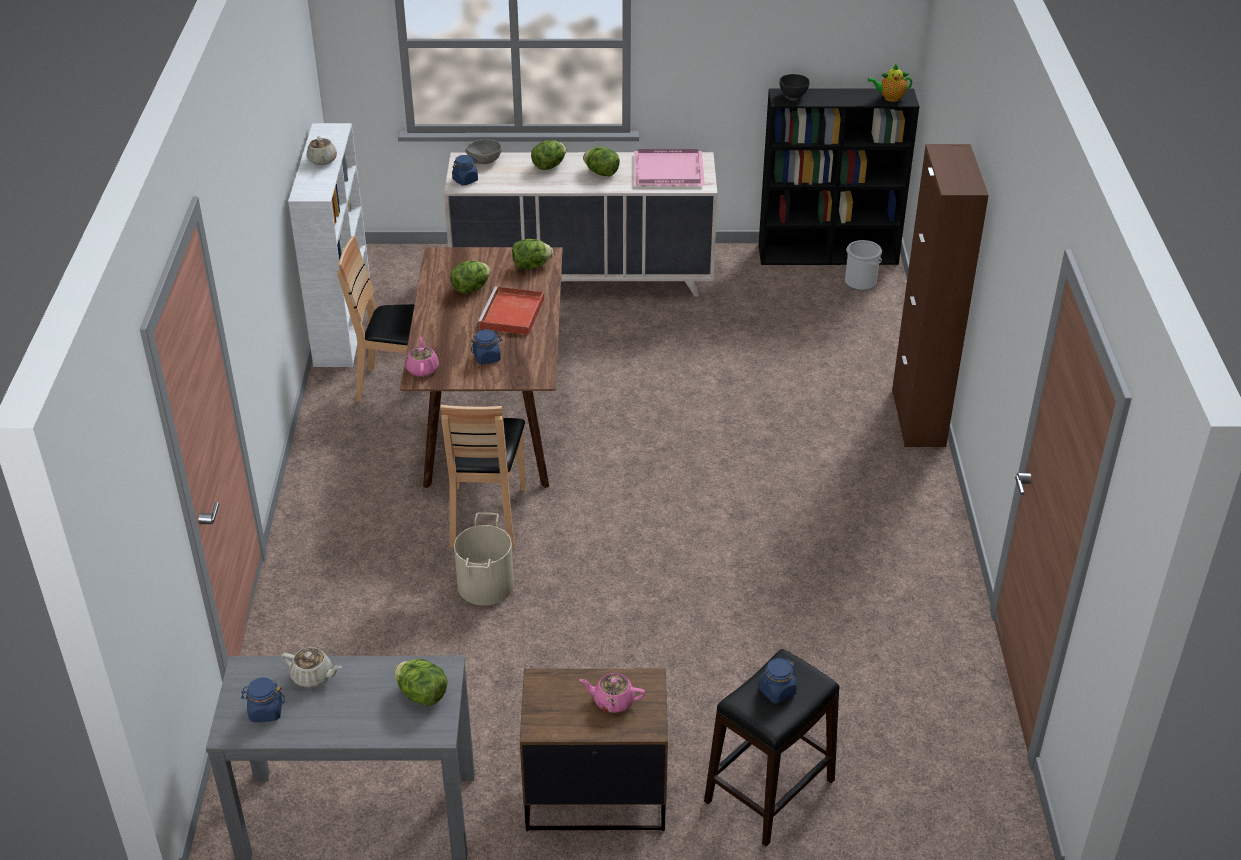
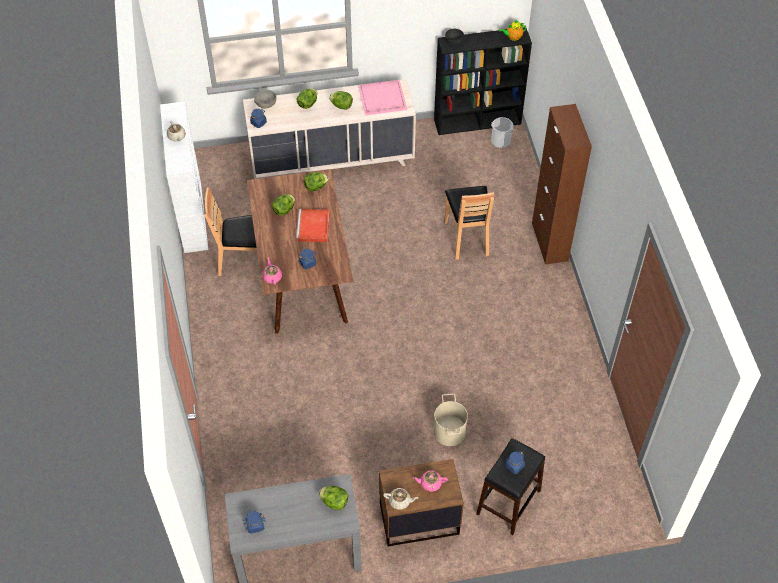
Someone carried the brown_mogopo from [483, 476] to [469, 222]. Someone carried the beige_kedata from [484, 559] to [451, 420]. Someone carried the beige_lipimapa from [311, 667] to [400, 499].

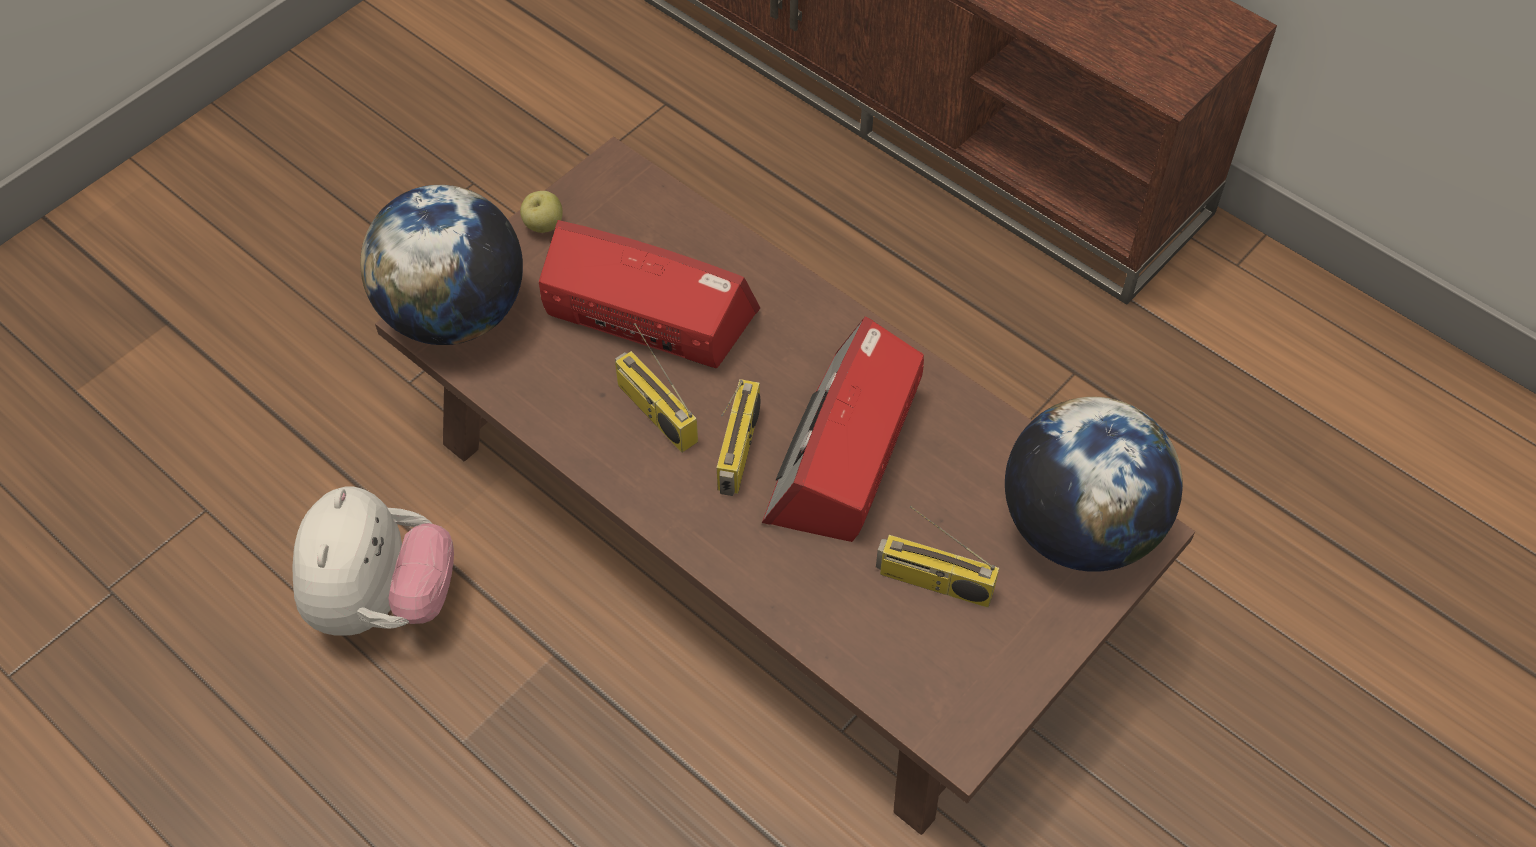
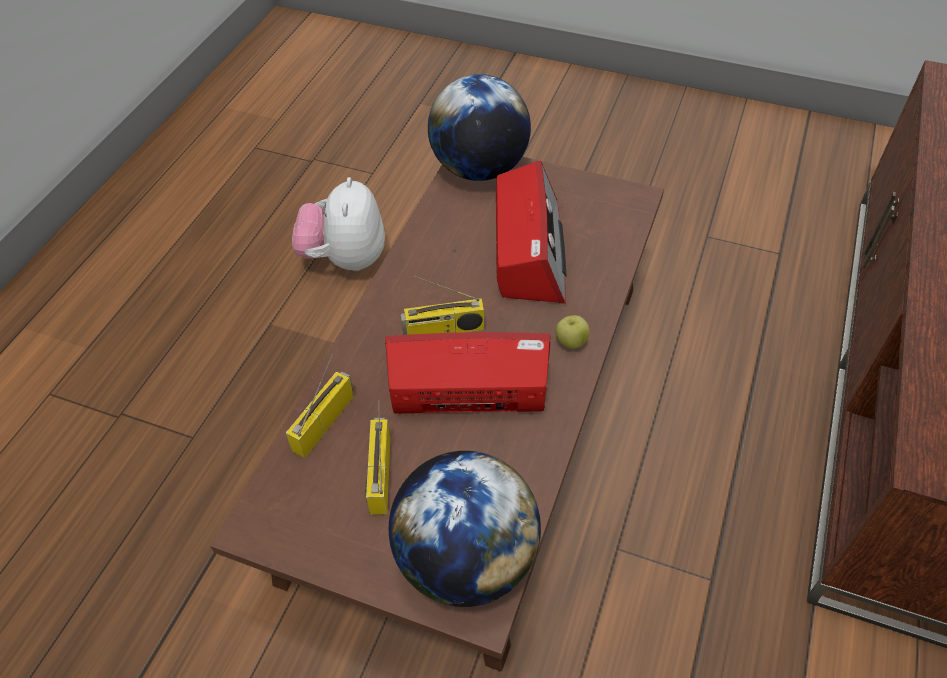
Someone carried the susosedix from [541, 212] to [573, 332]. Someone carried the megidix from [656, 388] to [320, 406]. Someone rotated the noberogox at [373, 561] by 105 degrees clockwise.

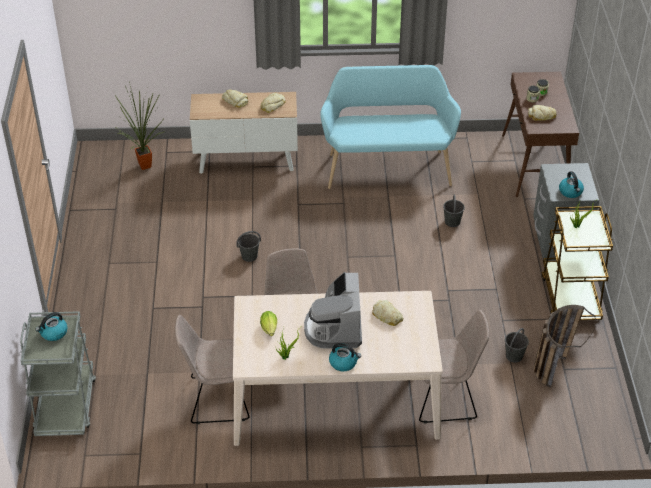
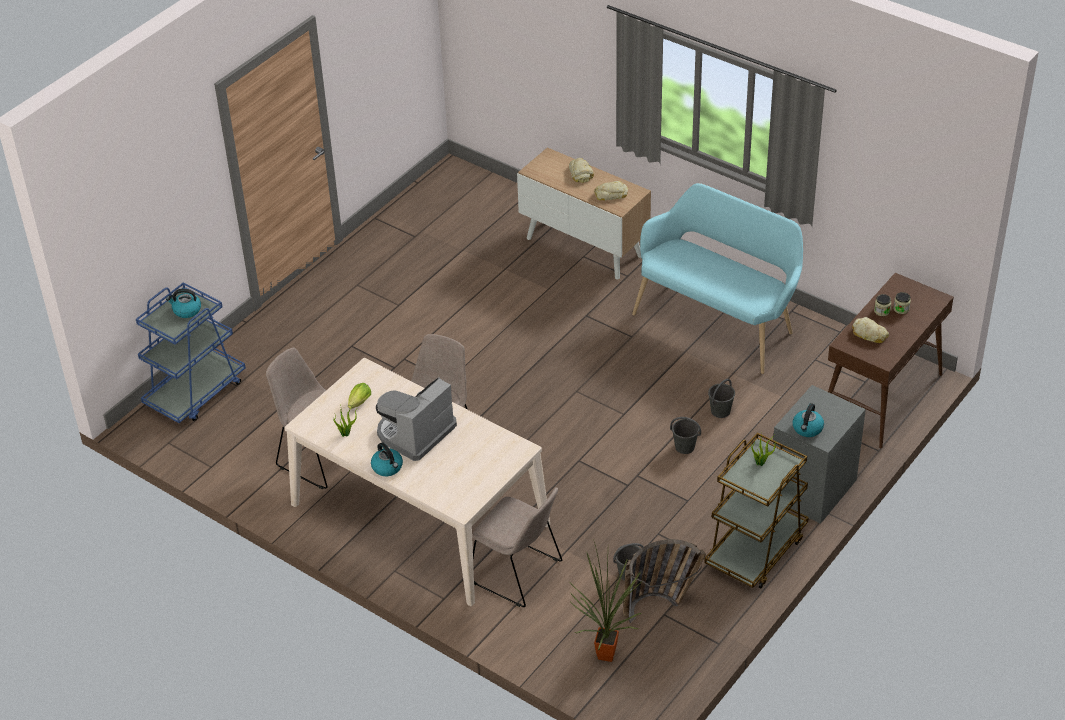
Someone carried the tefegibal from [139, 126] to [606, 600]. Someone carried the grey_kedata from [248, 246] to [685, 435]. Someone took away the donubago at [387, 313]. Someone repainted the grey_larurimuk at [58, 373], which became the blue_larurimuk at [191, 352].

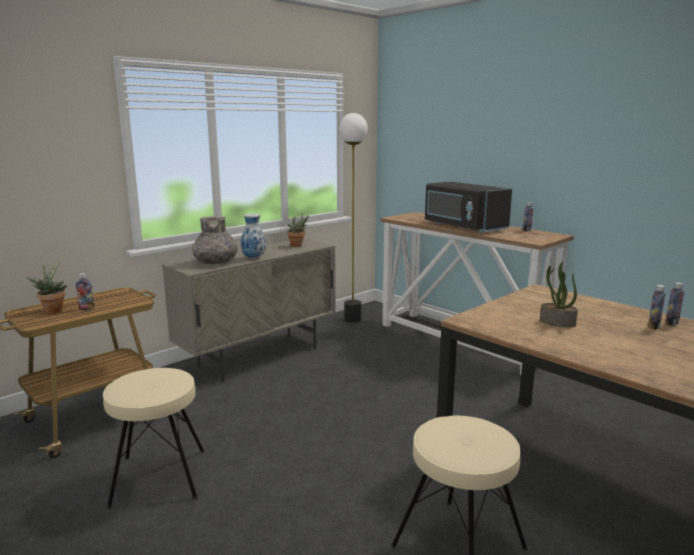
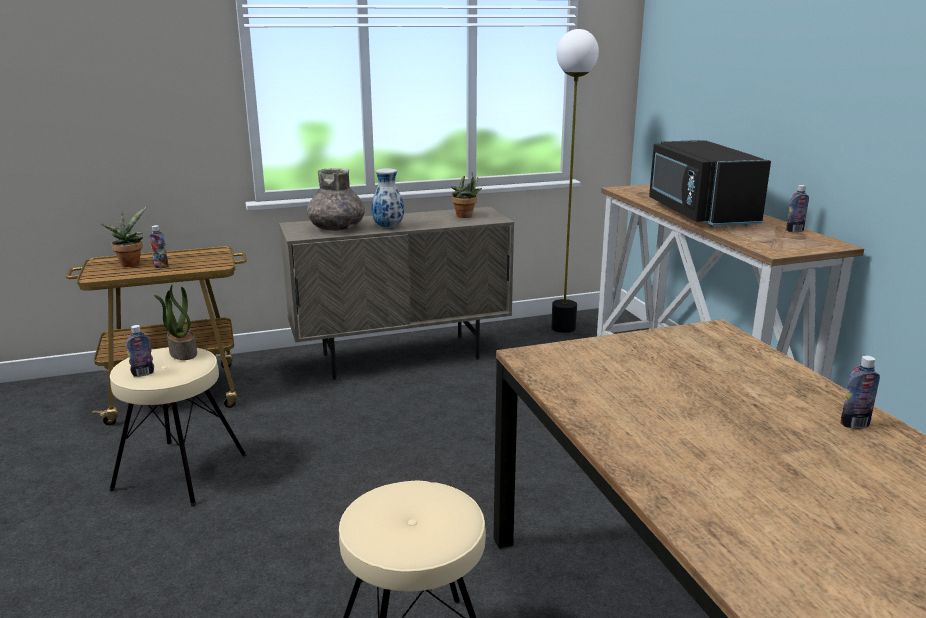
Someone carried the tefegibal from [559, 294] to [175, 322]. Someone carried the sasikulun from [657, 307] to [140, 351].

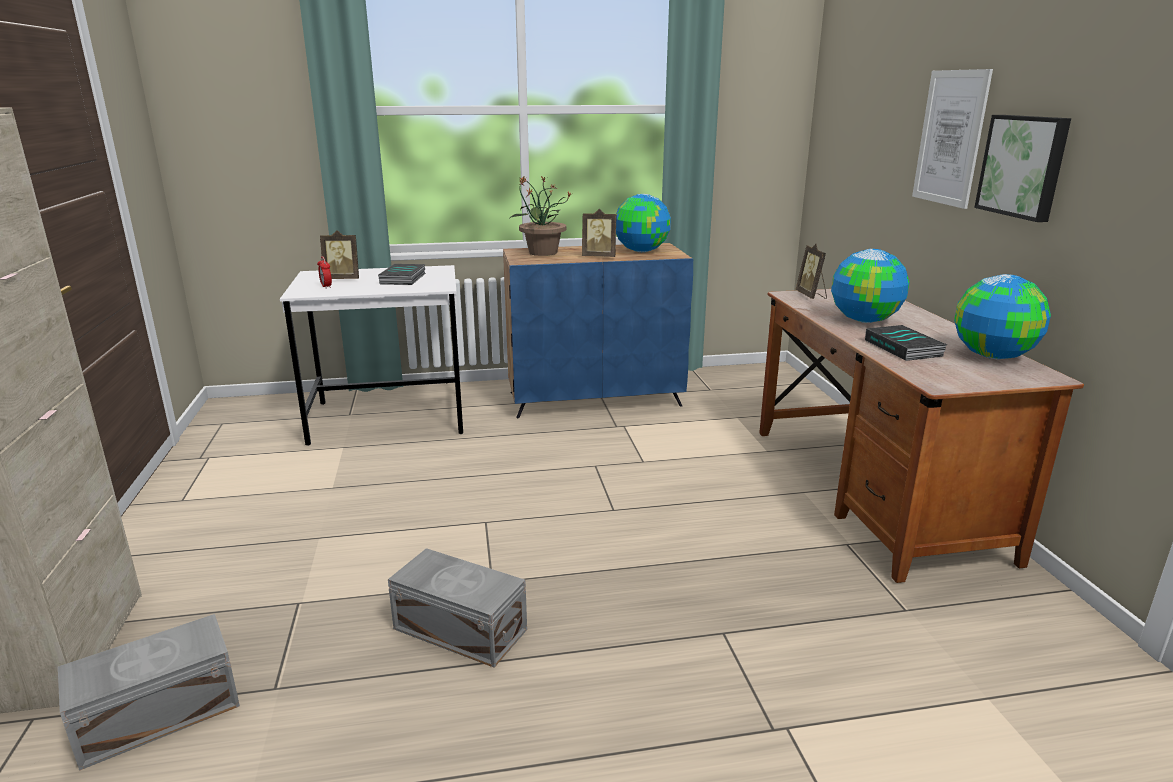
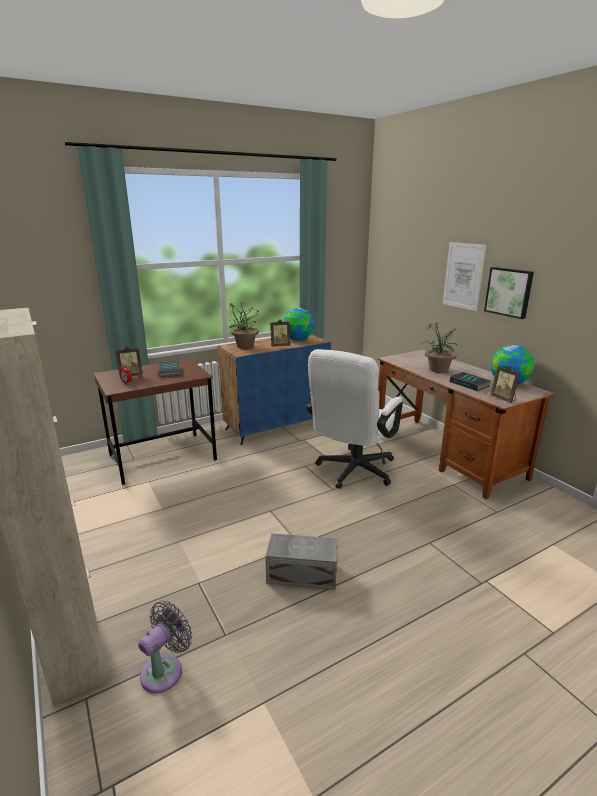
Someone carried the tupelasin from [811, 271] to [505, 384]. Someone swapped the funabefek at [870, 286] for the tefegibal at [439, 347]. Someone repainted the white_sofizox at [371, 355], which became the brown_sofizox at [155, 421]. Someone swapped the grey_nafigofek at [149, 692] for the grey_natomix at [165, 647]. Someone put down the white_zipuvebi at [355, 419].

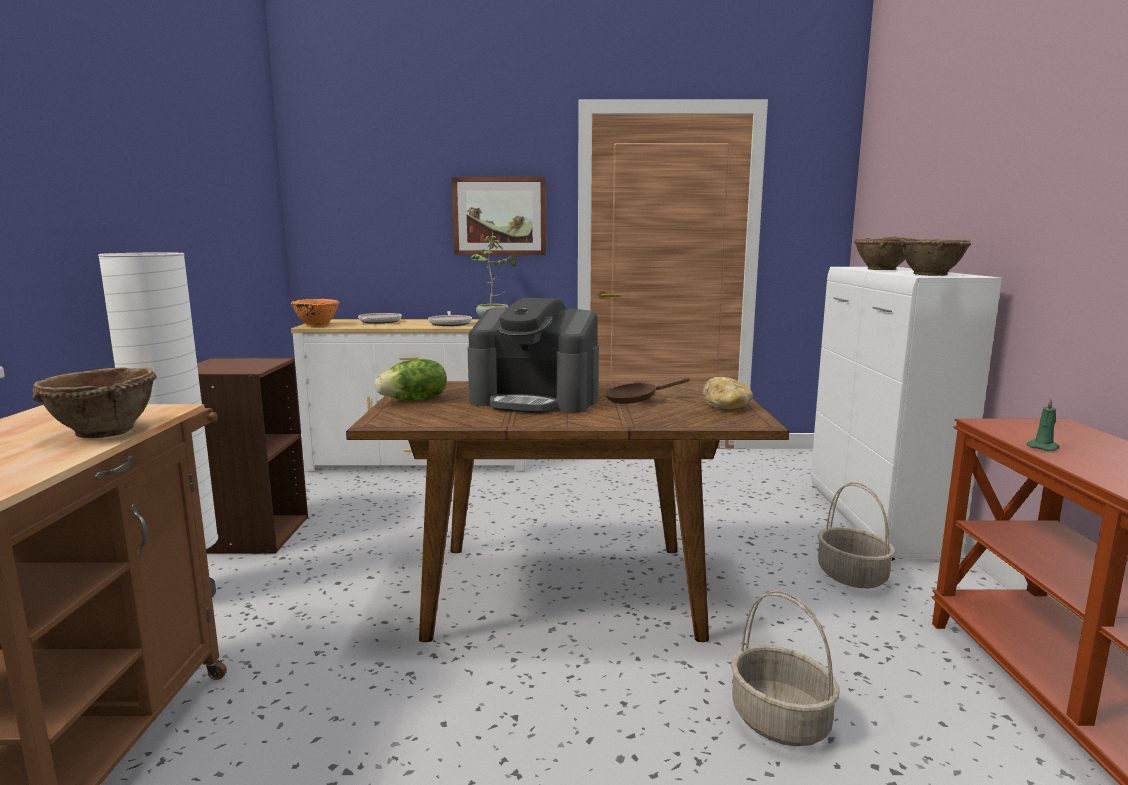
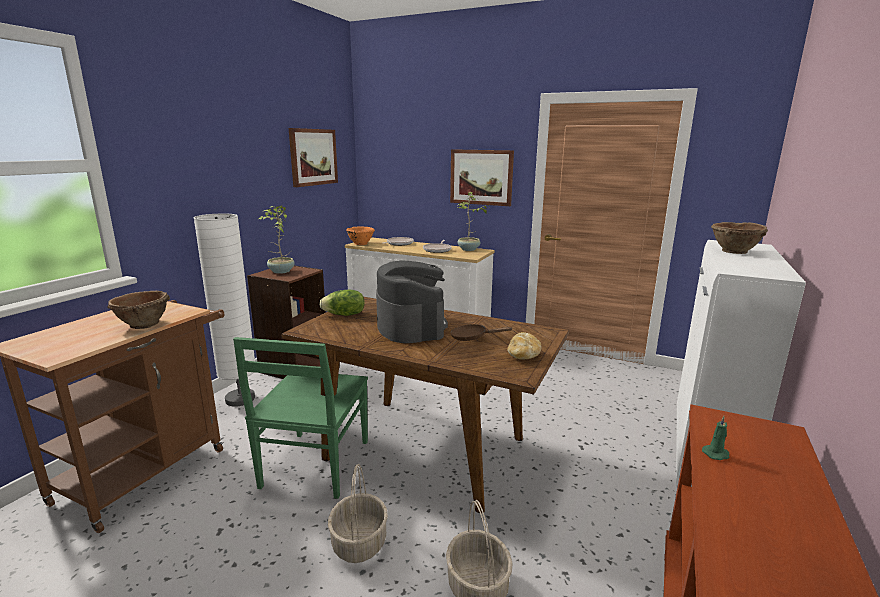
Someone took away the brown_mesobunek at [935, 256]. Someone rotated the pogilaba at [533, 355] by 150 degrees counterclockwise. Someone carried the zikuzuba from [856, 535] to [358, 513]. Someone put up the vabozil at [313, 157]. Someone put down the tefegibal at [277, 239]. Someone put down the green_mogopo at [300, 418].

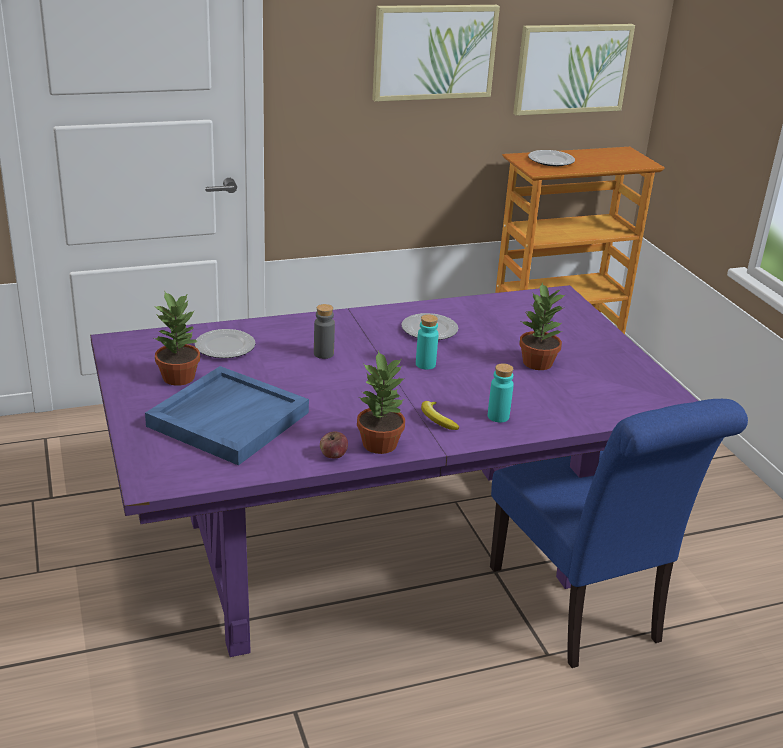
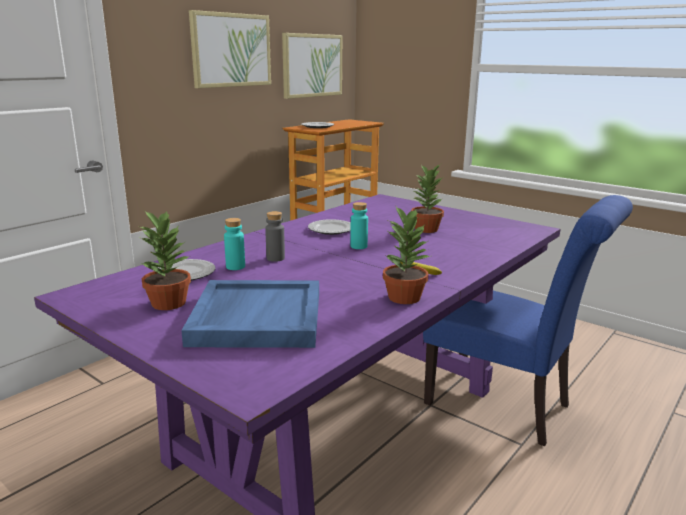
Someone carried the turquoise_sasikulun from [501, 392] to [234, 244]. Someone took away the susosedix at [334, 445].

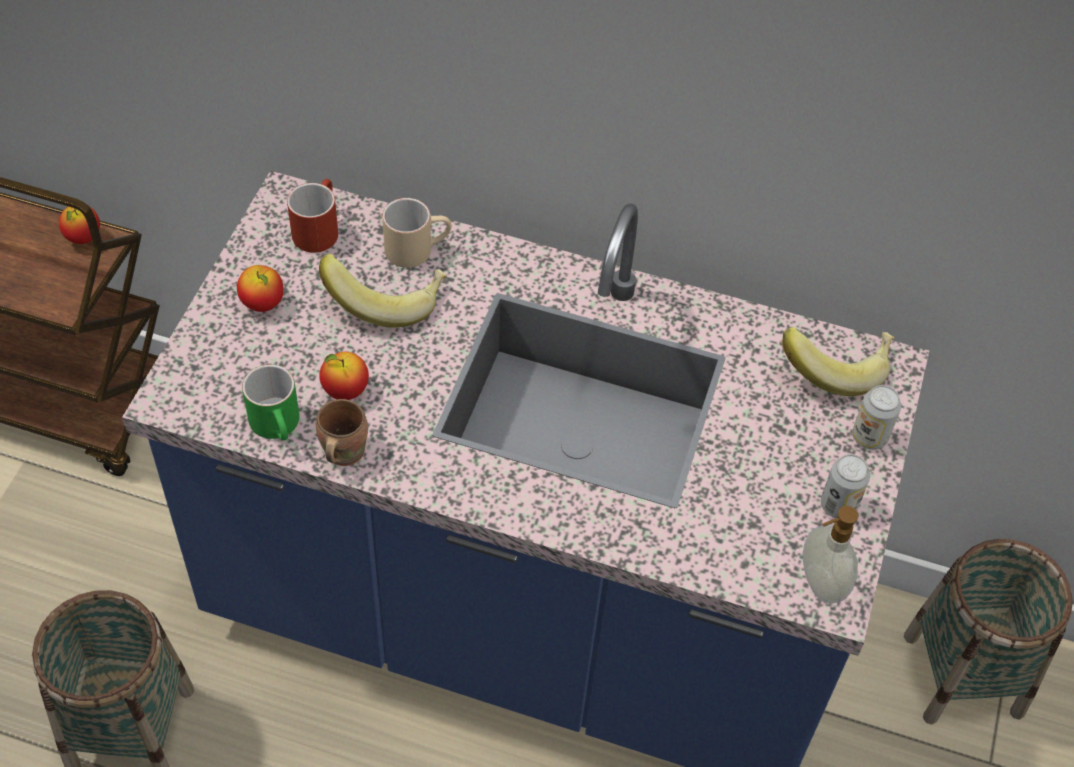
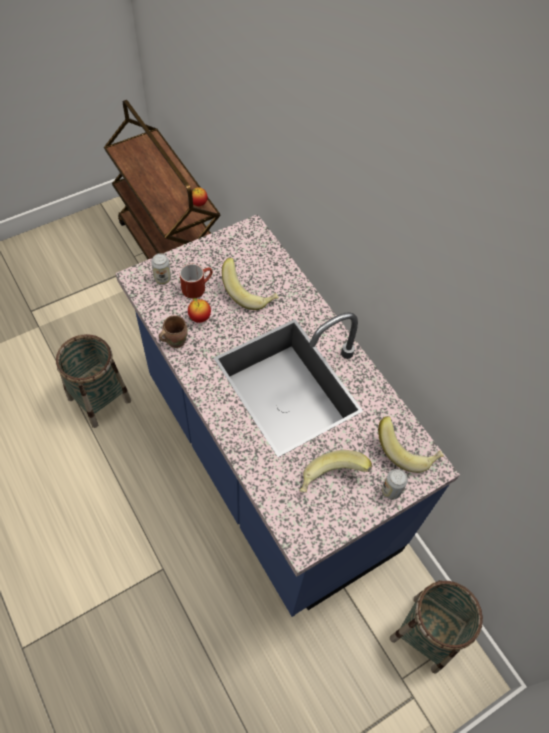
Someone carried the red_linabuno from [312, 216] to [196, 281]. Someone took away the beige_linabuno at [417, 233]. Someone took away the susosedix at [260, 288]. Someone took away the green_linabuno at [271, 402]. Someone carried the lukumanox from [845, 486] to [161, 269]. Someone took away the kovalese at [830, 554]. Someone put down the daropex at [336, 471].

